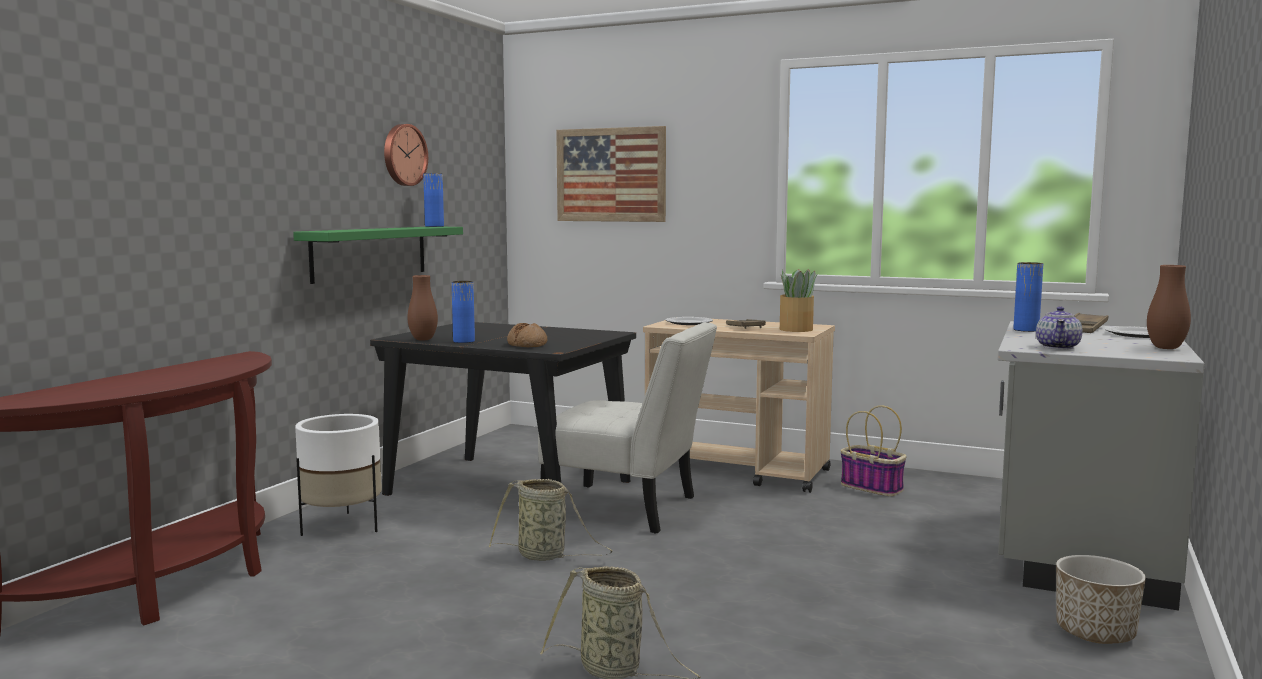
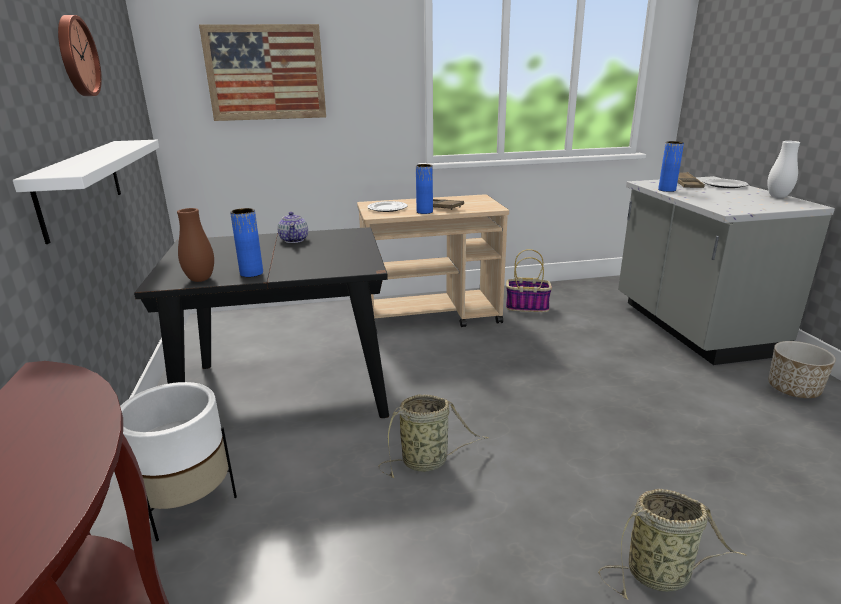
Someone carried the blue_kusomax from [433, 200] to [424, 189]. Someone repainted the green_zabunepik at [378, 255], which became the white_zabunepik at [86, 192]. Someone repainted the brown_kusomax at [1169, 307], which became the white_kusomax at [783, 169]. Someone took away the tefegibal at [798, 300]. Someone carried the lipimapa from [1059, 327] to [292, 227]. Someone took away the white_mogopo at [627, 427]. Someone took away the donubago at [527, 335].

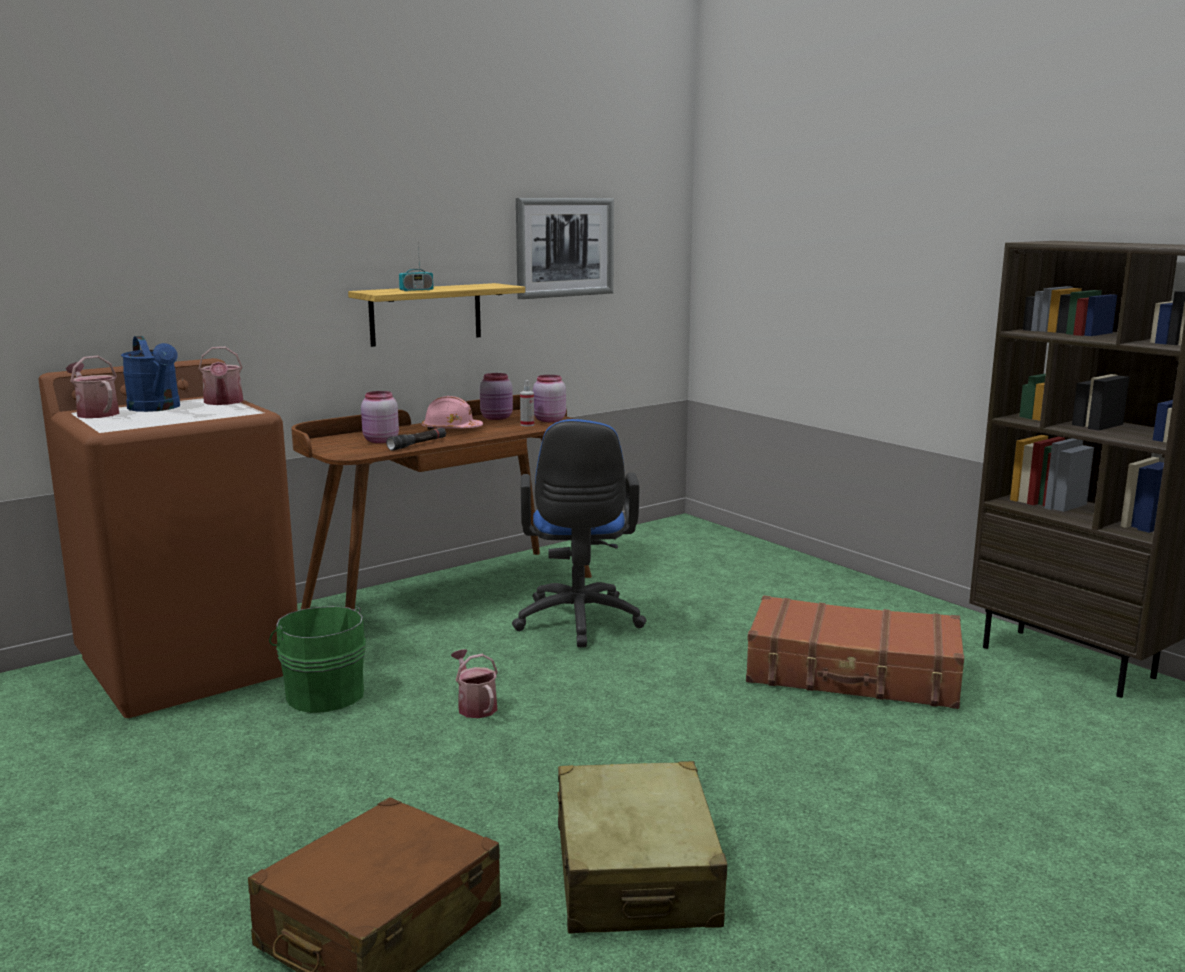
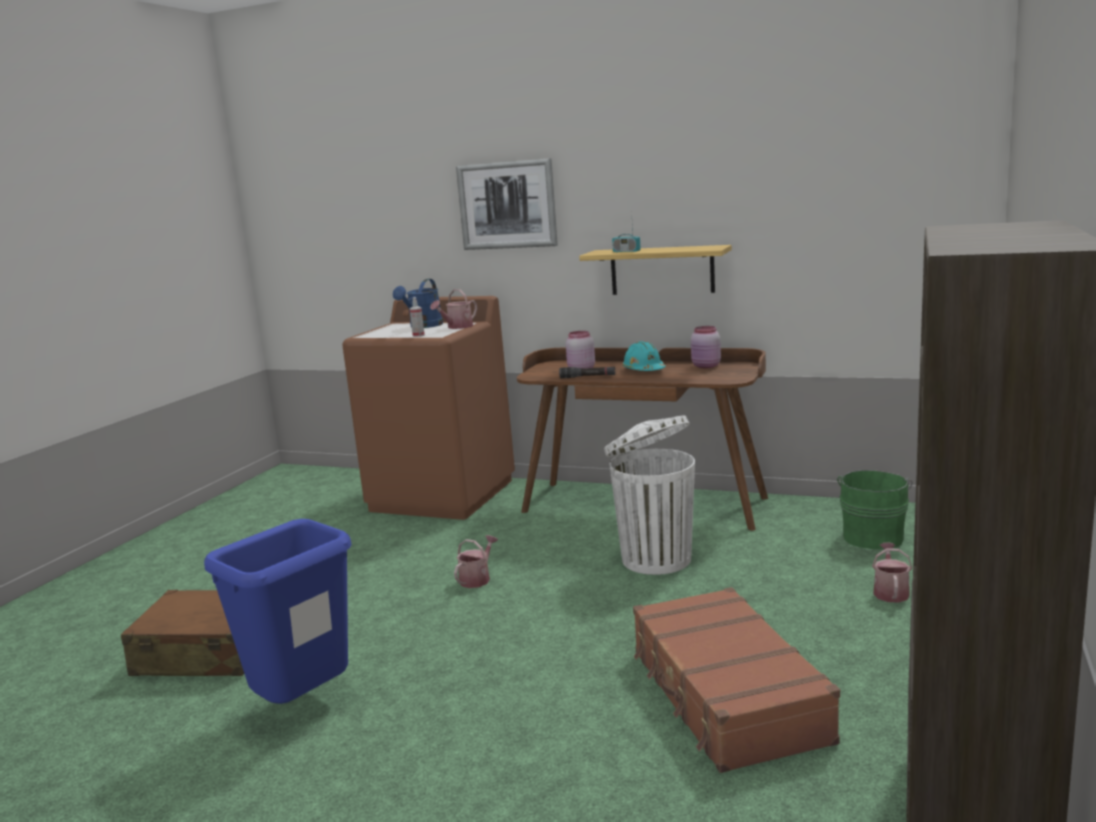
Someone carried the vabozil from [565, 248] to [507, 204]. Someone carried the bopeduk from [93, 387] to [892, 572]. Someone took away the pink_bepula at [549, 398]. Someone carried the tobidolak from [527, 403] to [417, 317]. Someone repainted the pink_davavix at [452, 413], which became the turquoise_davavix at [644, 356]. Someone swapped the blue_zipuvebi at [579, 533] for the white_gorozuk at [649, 495]. Someone carried the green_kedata from [317, 659] to [875, 509]. Someone swapped the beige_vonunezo at [642, 847] for the blue_gorozuk at [278, 611].

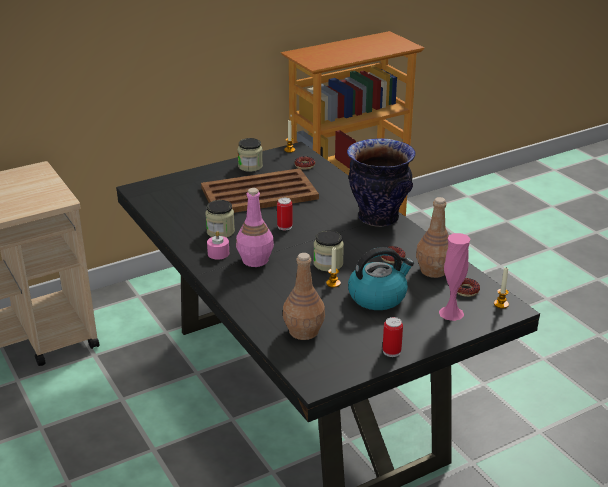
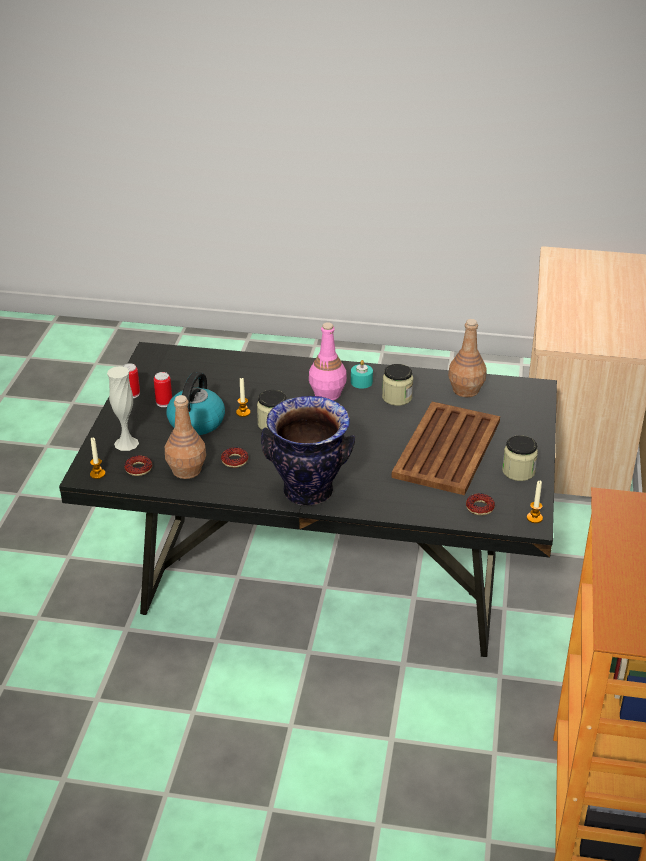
Someone carried the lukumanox from [285, 214] to [163, 389]. Someone repainted the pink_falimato at [218, 245], which became the turquoise_falimato at [362, 374]. Someone repainted the pink_kusomax at [454, 277], which became the white_kusomax at [123, 408]. Someone carried the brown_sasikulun from [304, 296] to [467, 358].

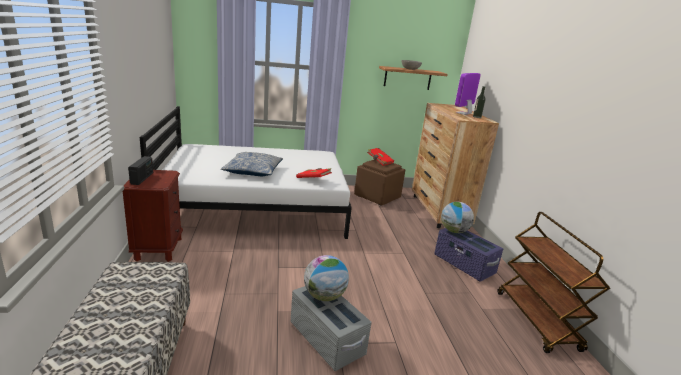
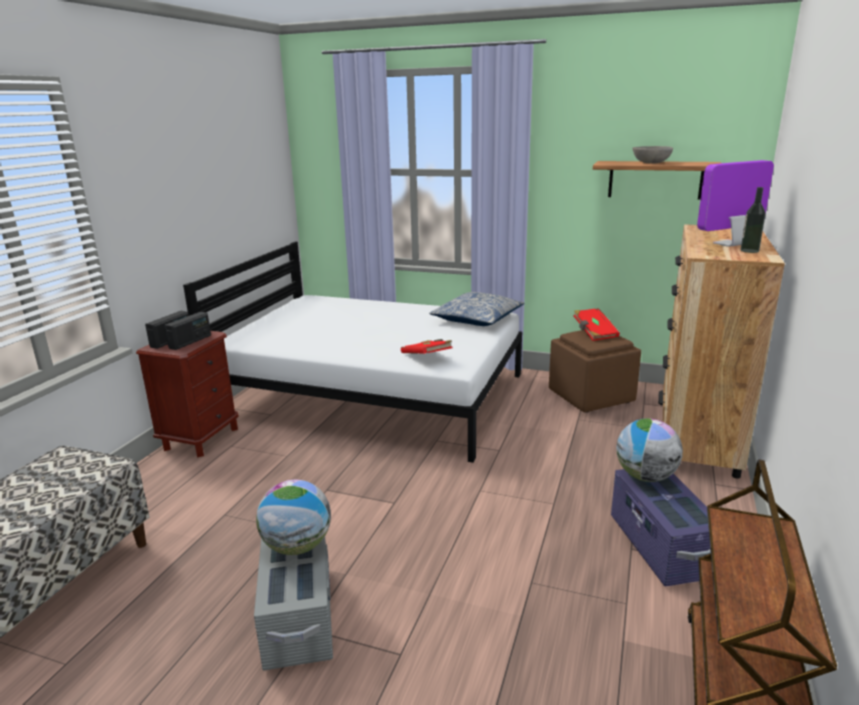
Someone carried the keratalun from [252, 164] to [476, 309]. Someone put down the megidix at [187, 331].

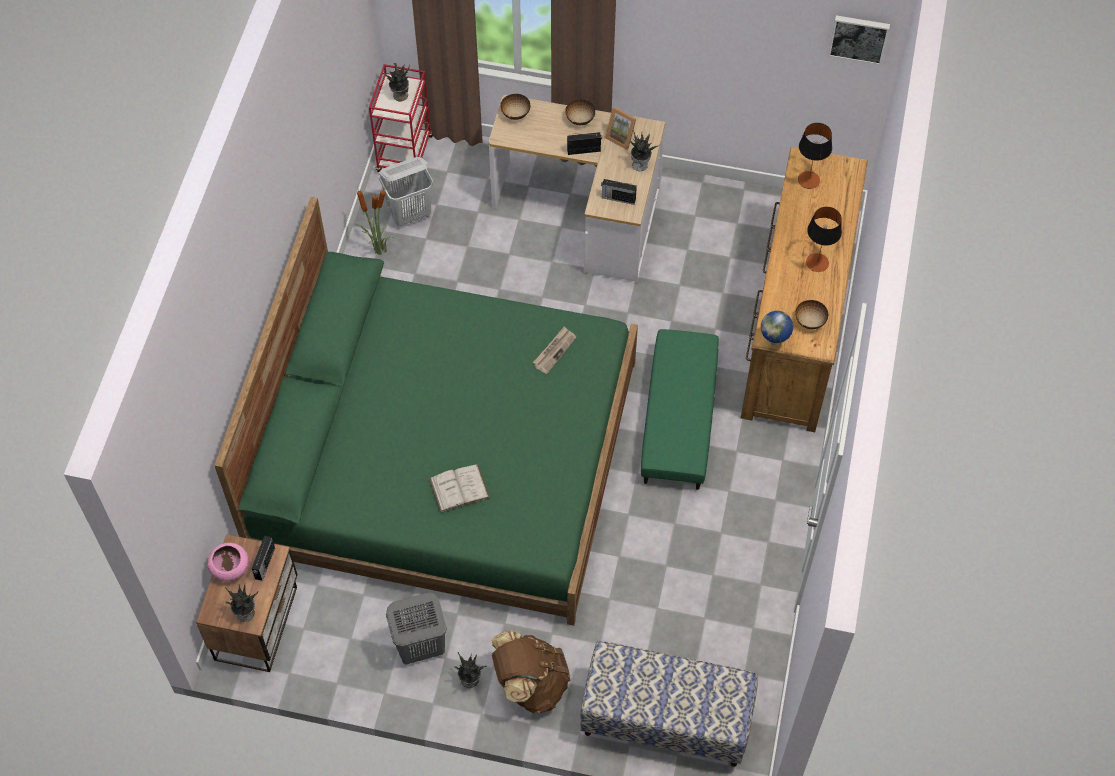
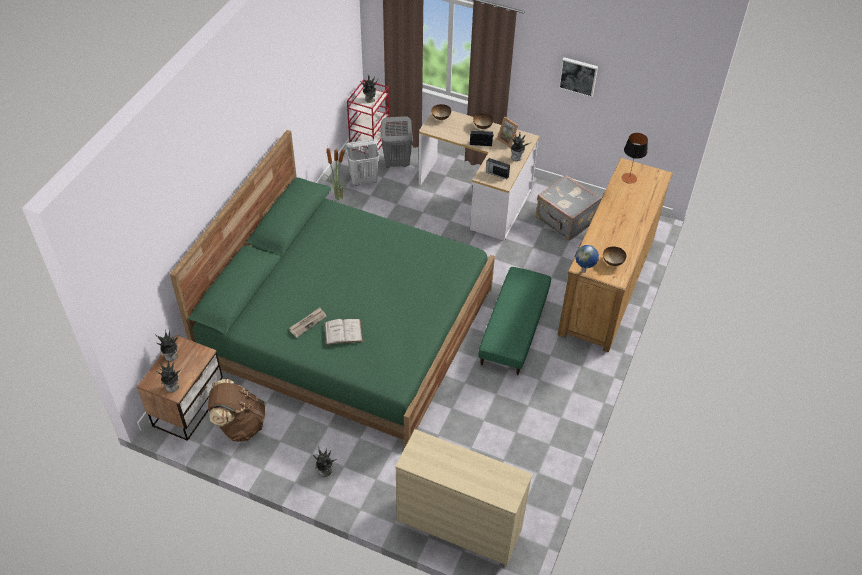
Someone carried the vabozil from [859, 40] to [578, 77]. Someone took away the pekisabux at [824, 239]. Someone carried the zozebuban from [554, 350] to [308, 322]. Someone took away the megidix at [263, 558]. Someone swapped the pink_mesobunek at [228, 562] for the tefegibal at [167, 345]. Someone carried the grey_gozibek from [416, 628] to [397, 142]. Someone carried the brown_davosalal from [531, 671] to [236, 410]. Someone swapped the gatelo at [669, 704] for the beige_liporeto at [464, 498]. Someone put down the grey_vonunezo at [568, 207].

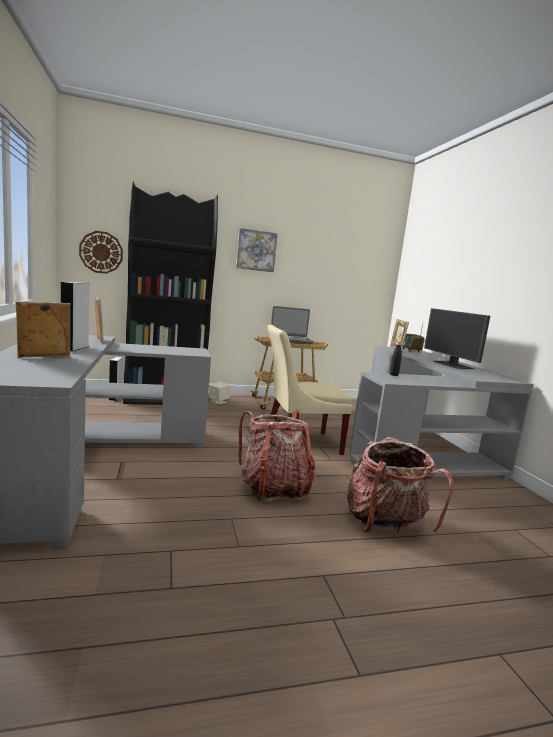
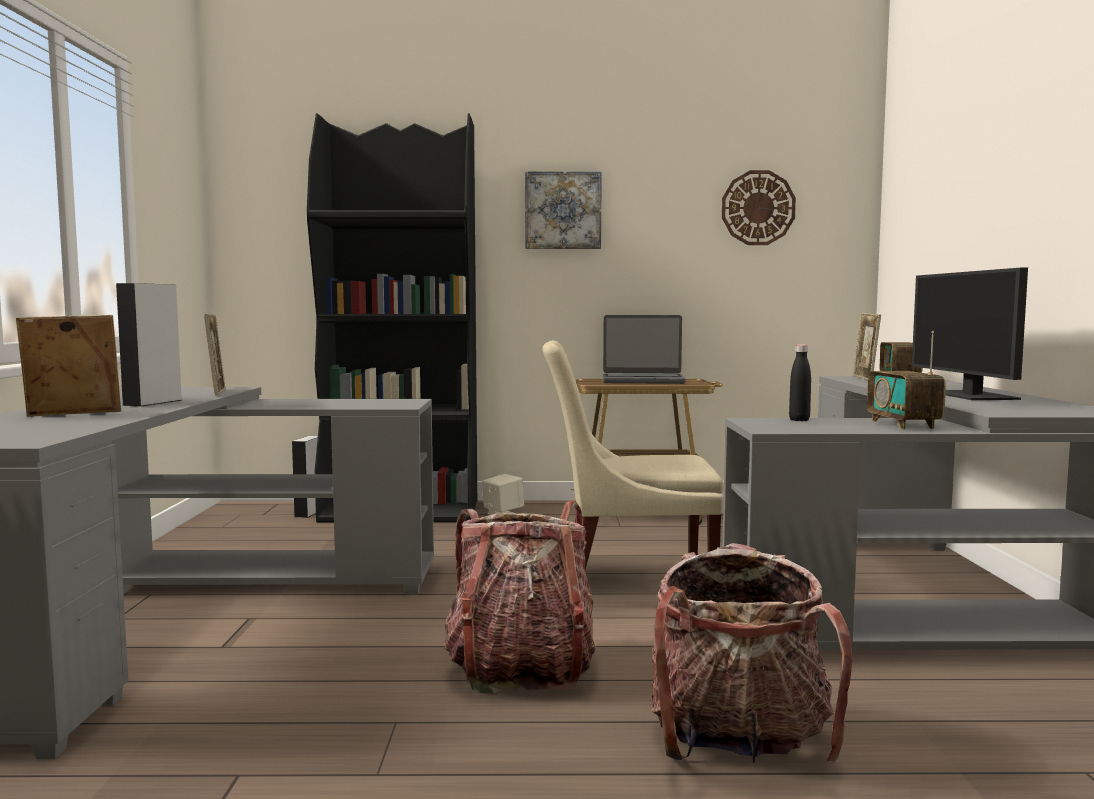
Someone carried the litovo from [101, 252] to [759, 207]. Someone put down the megidix at [906, 380].

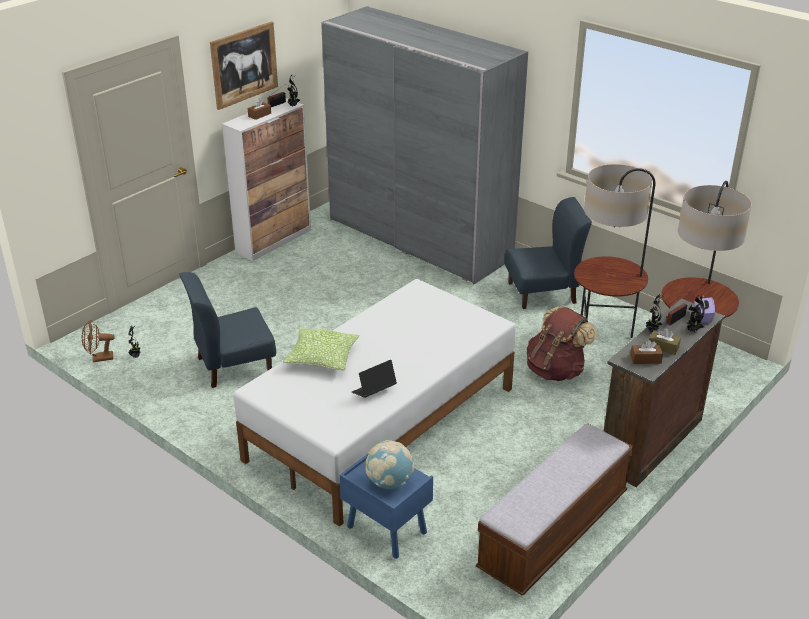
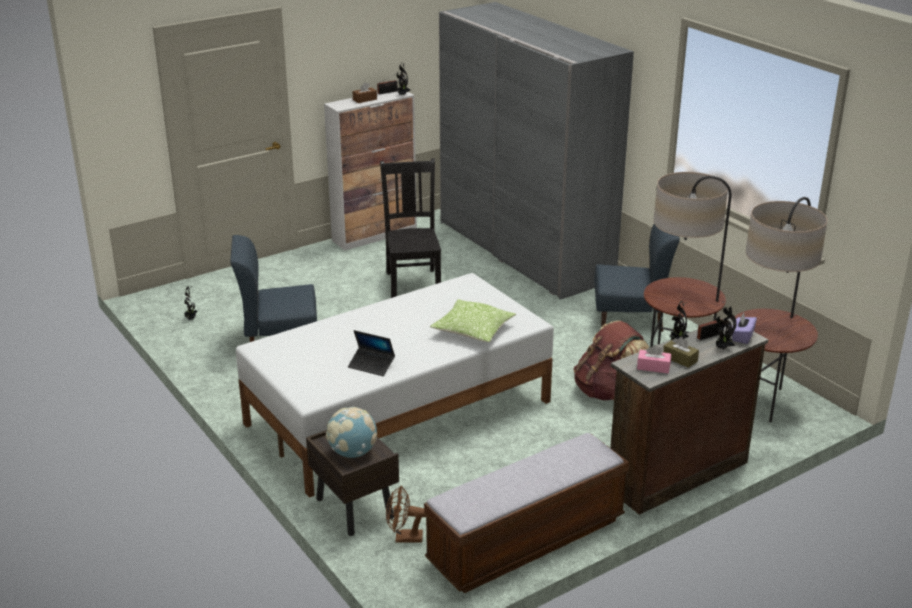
Someone took away the vabozil at [244, 65]. Someone carried the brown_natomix from [98, 341] to [406, 514]. Someone carried the keratalun from [321, 348] to [473, 320]. Someone repainted the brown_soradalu at [646, 352], which became the pink_soradalu at [654, 359]. Someone rotated the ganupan at [374, 379] by 135 degrees counterclockwise. Someone repainted the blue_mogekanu at [386, 506], which became the brown_mogekanu at [352, 483]. Someone put down the black_mogopo at [410, 228].

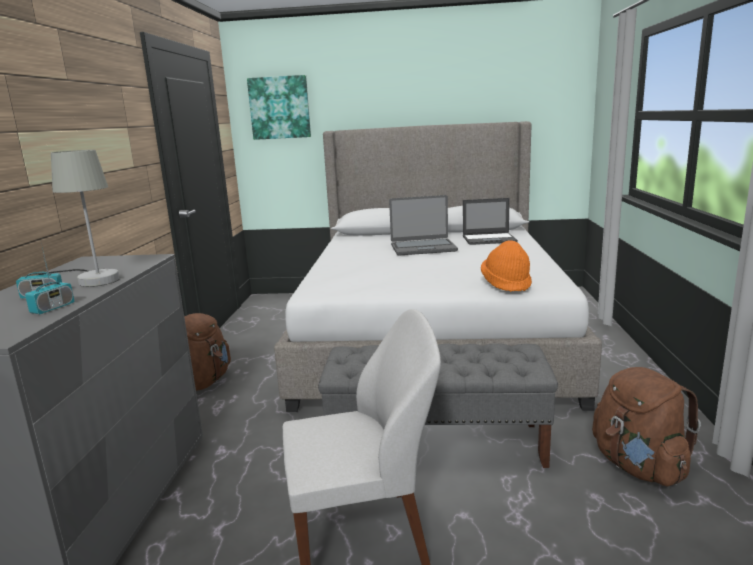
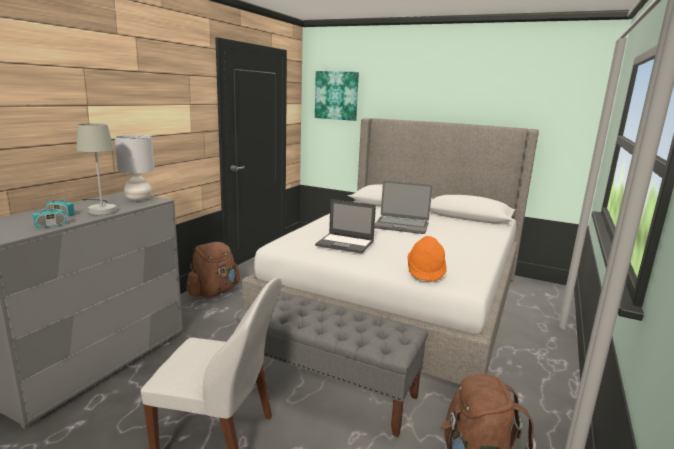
Someone carried the ganupan from [490, 221] to [345, 226]. Someone put down the grey_pekisabux at [134, 168].

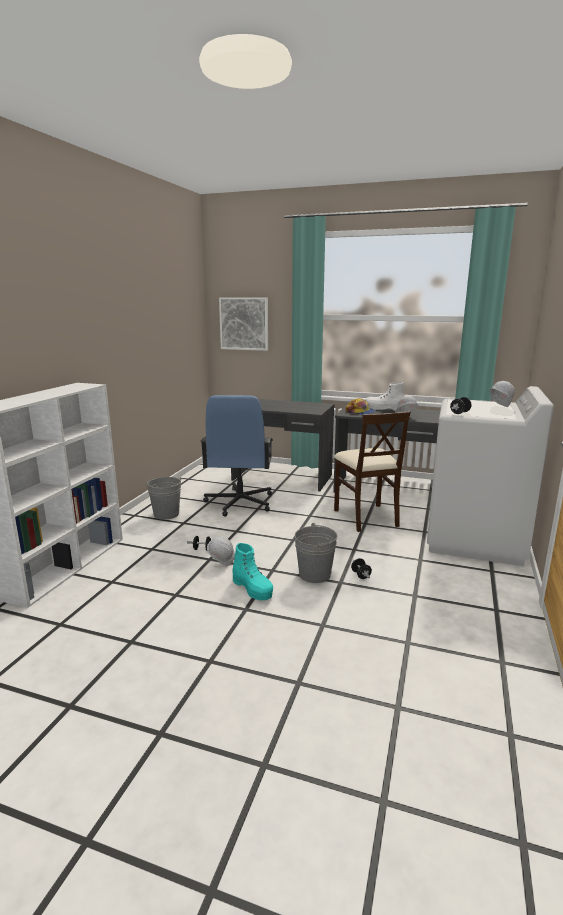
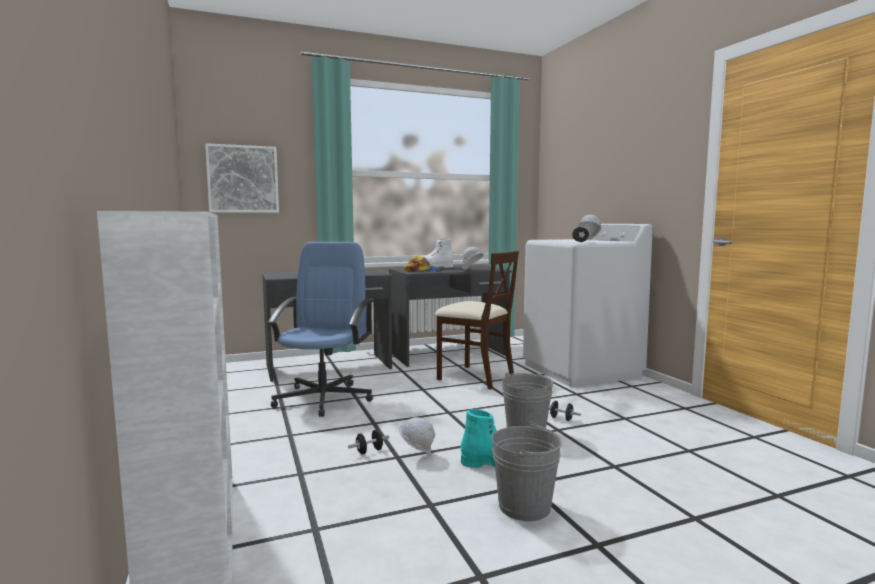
Someone rotated the blue_zipuvebi at [237, 456] by 135 degrees counterclockwise. Someone carried the grey_kedata from [165, 498] to [527, 471].

